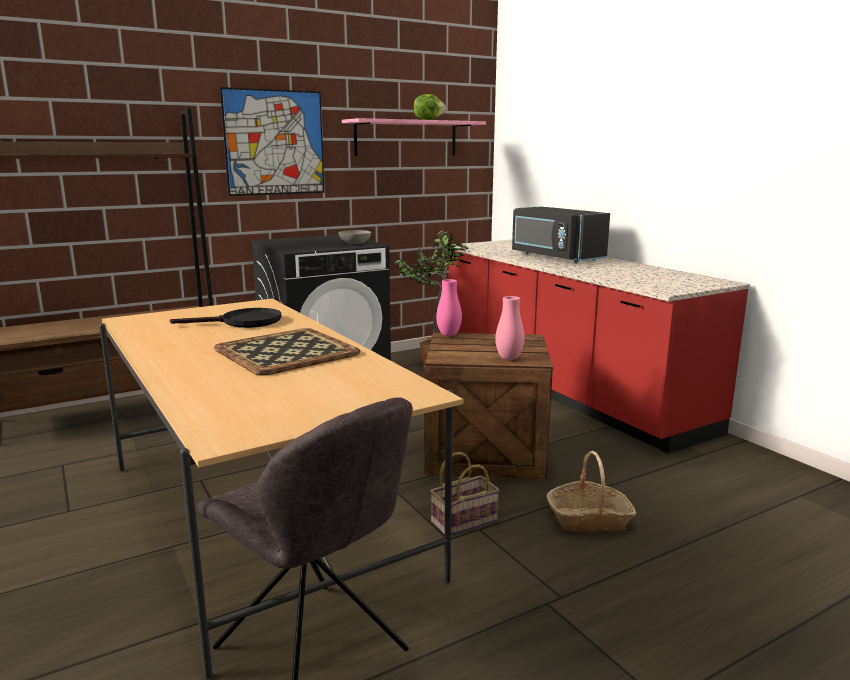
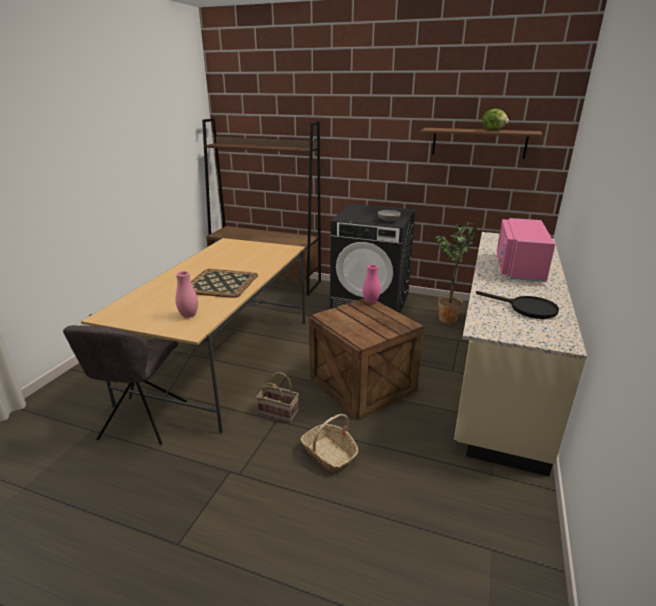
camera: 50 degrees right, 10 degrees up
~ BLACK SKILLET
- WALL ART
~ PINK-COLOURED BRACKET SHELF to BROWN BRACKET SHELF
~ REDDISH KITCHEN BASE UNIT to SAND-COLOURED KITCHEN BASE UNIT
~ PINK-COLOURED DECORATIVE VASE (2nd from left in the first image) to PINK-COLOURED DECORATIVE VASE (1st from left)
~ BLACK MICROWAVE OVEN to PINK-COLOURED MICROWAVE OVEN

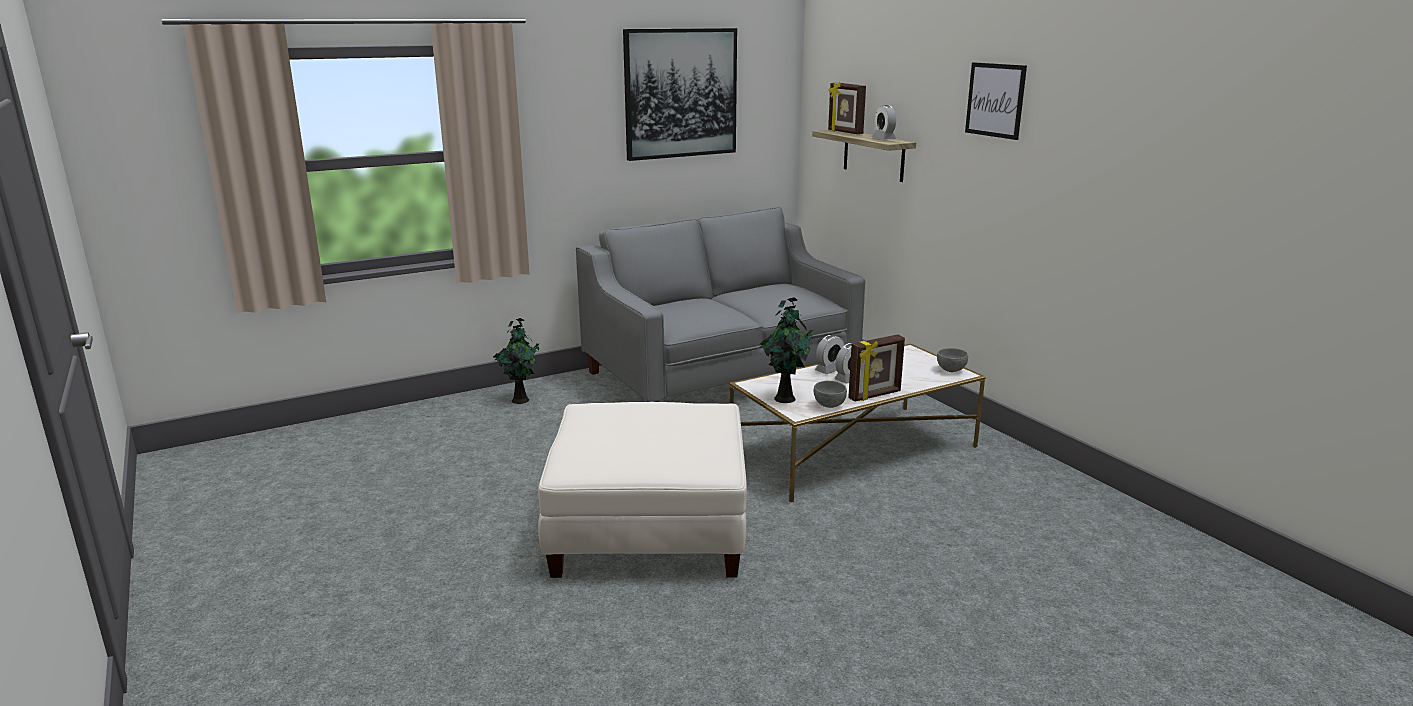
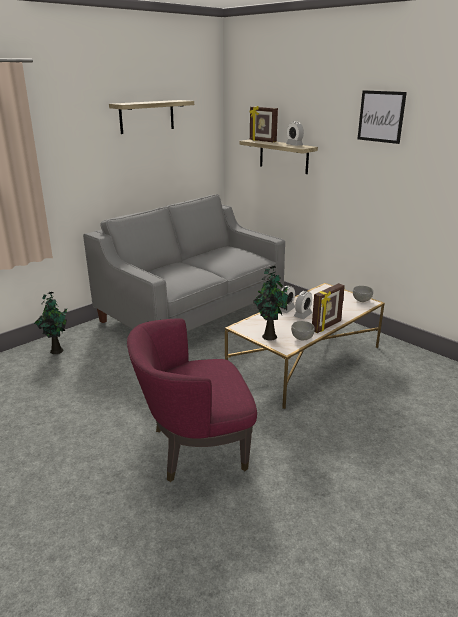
camera: 15 degrees left, 5 degrees up
~ WHITISH POUFFE to PURPLE EASY CHAIR
~ WALL ART (1st from left) to BRACKET SHELF (1st from left)

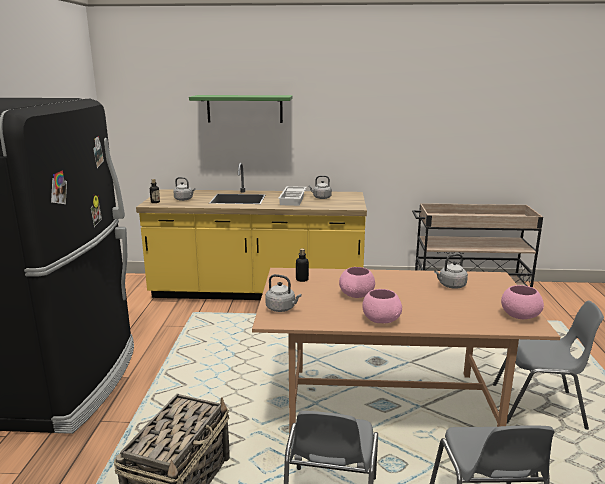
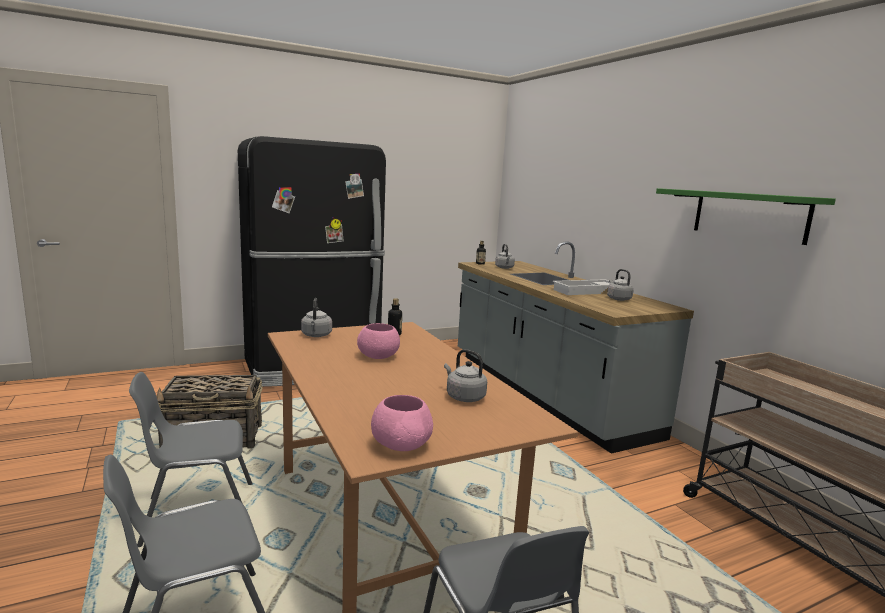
camera: 60 degrees right, 5 degrees down
~ YELLOW-COLOURED KITCHEN BASE UNIT to GREYISH KITCHEN BASE UNIT
~ GREEN BRACKET SHELF
- PINK-COLOURED SERVING BOWL (2nd from left)

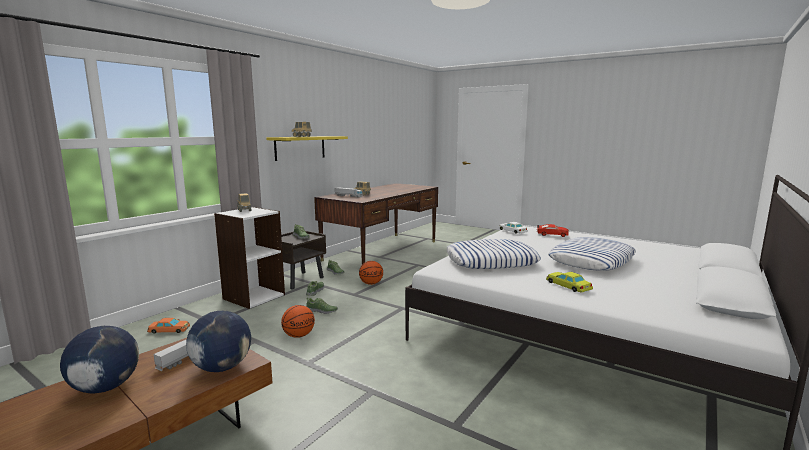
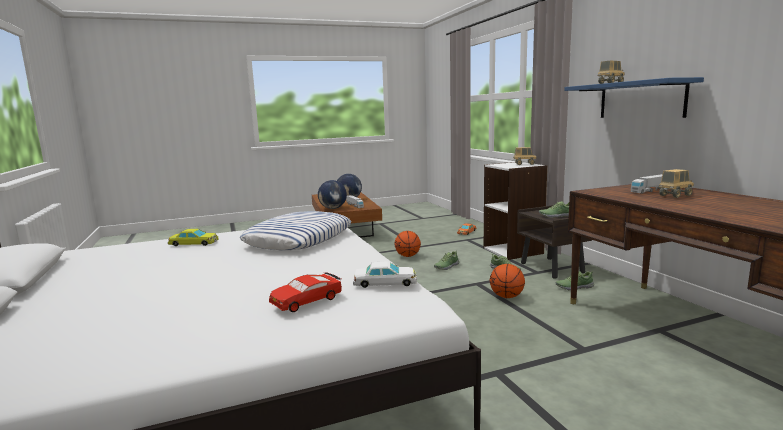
camera: 125 degrees right, 0 degrees up
~ YELLOW-COLOURED BRACKET SHELF to BLUE-COLOURED BRACKET SHELF
- CUSHION (2nd from left)

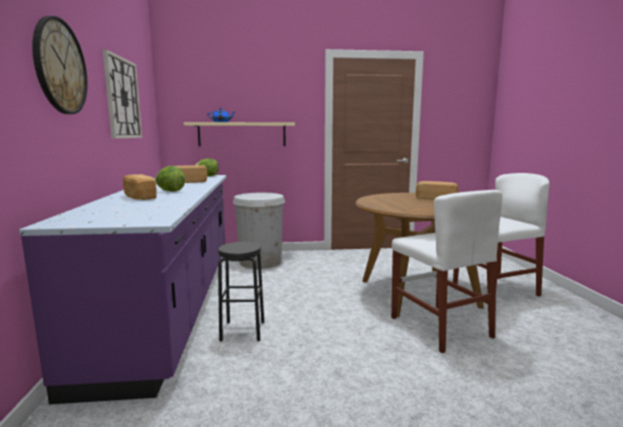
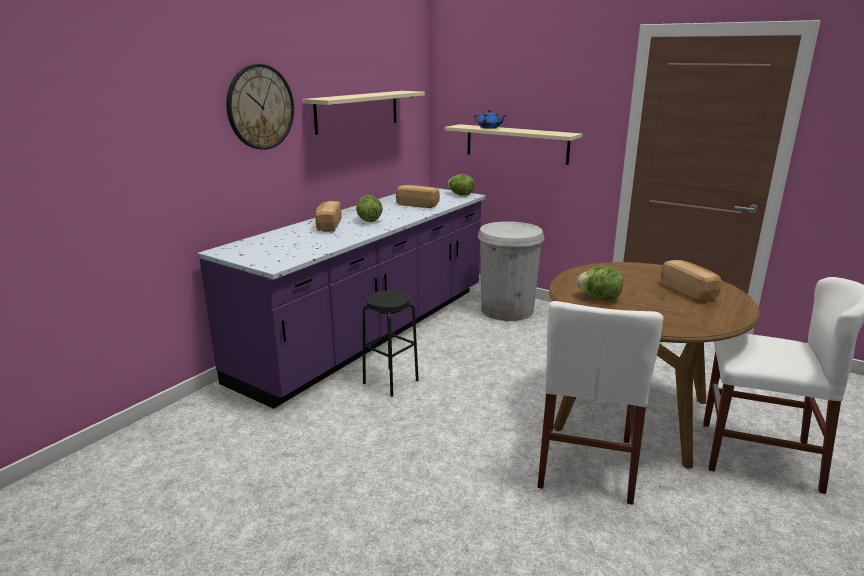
camera: 40 degrees right, 10 degrees up
~ CLOCK ON THE WALL (2nd from left) to SAND-COLOURED BRACKET SHELF (1st from left)
+ LETTUCE HEAD (3rd from left)

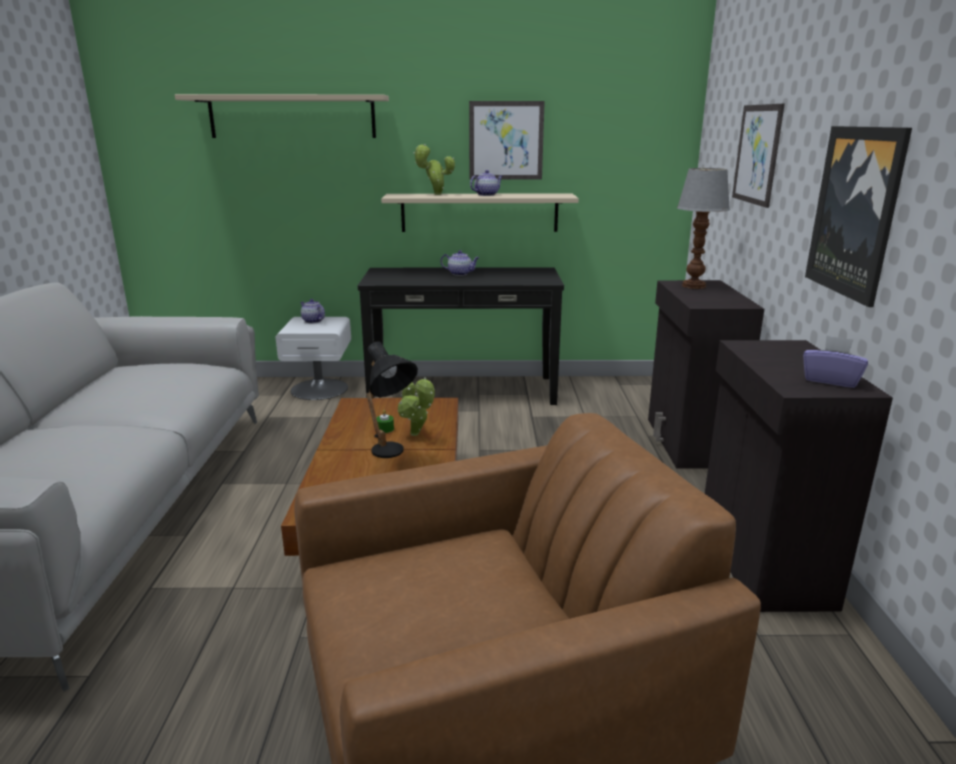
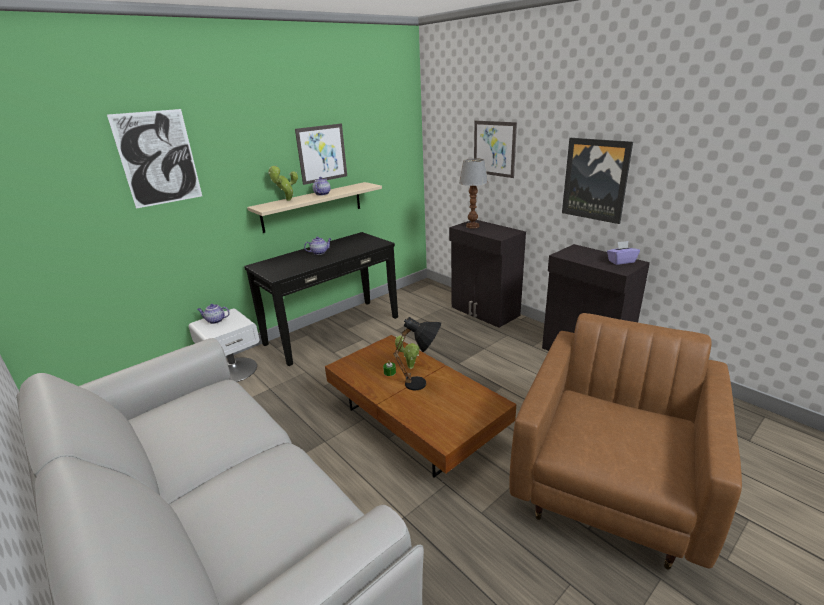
camera: 40 degrees left, 5 degrees up
~ SAND-COLOURED BRACKET SHELF (1st from left) to WALL ART (1st from left)

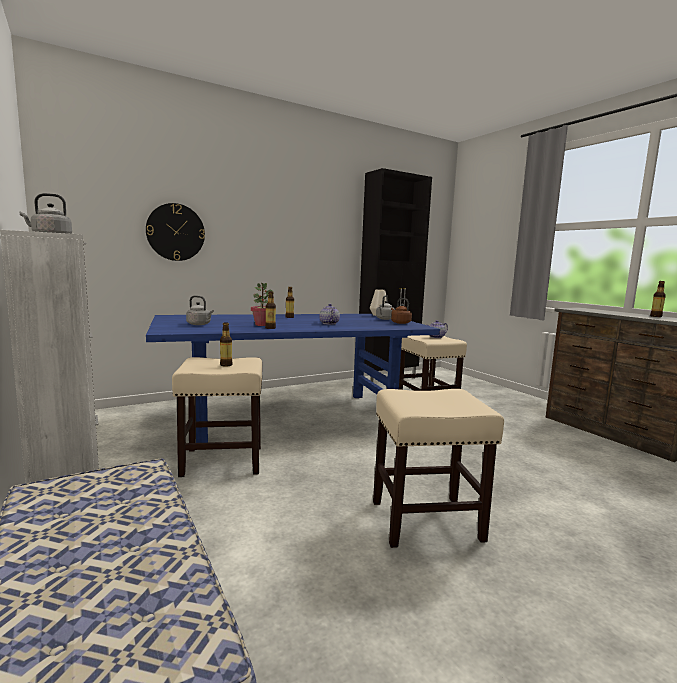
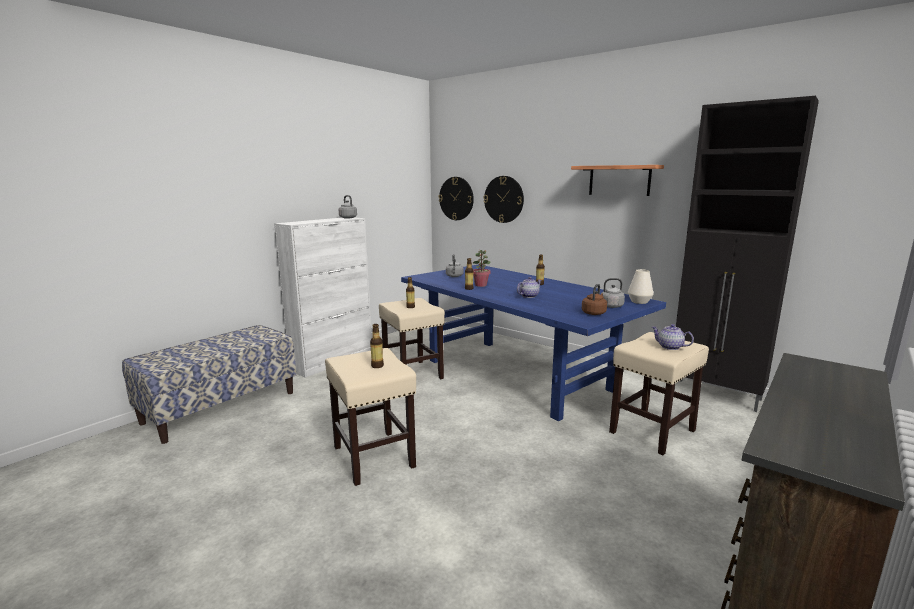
camera: 70 degrees right, 5 degrees up
~ BOTTLE (4th from left in the first image) to BOTTLE (1st from left)
+ CLOCK ON THE WALL (1st from left)
+ BRACKET SHELF

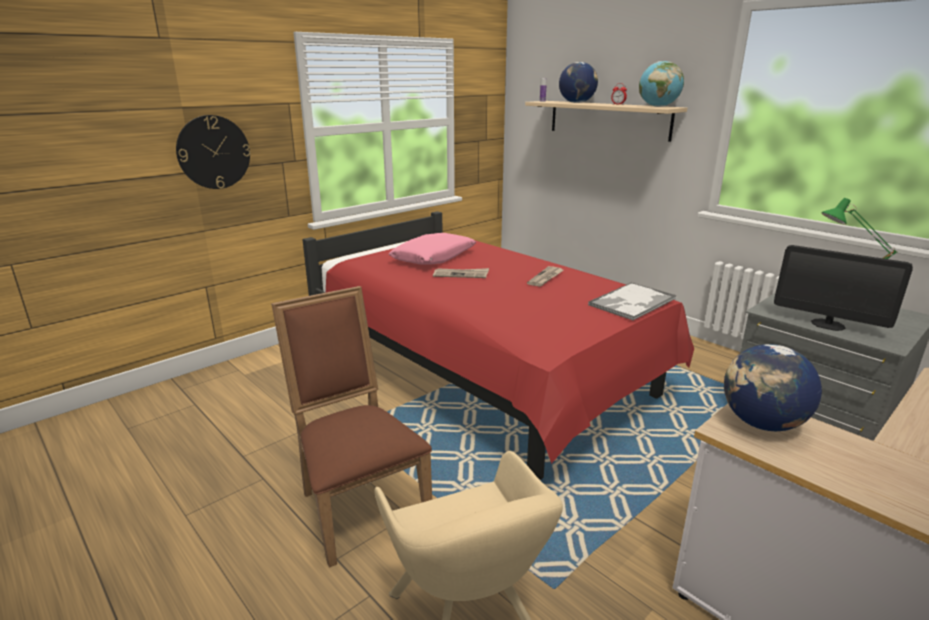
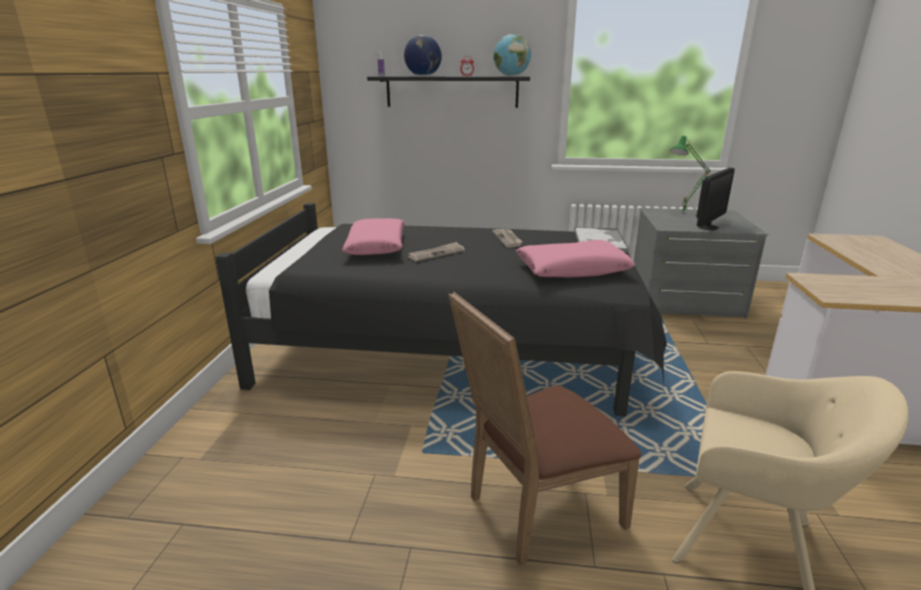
camera: 40 degrees left, 0 degrees up
- CLOCK ON THE WALL
~ BROWN CHAIR 45 degrees counterclockwise
~ REDDISH BED to BLACK BED
~ SAND-COLOURED BRACKET SHELF to BLACK BRACKET SHELF
- GLOBE (3rd from left)
~ COMPUTER DISPLAY 45 degrees counterclockwise
+ PINK-COLOURED CUSHION (2nd from left)

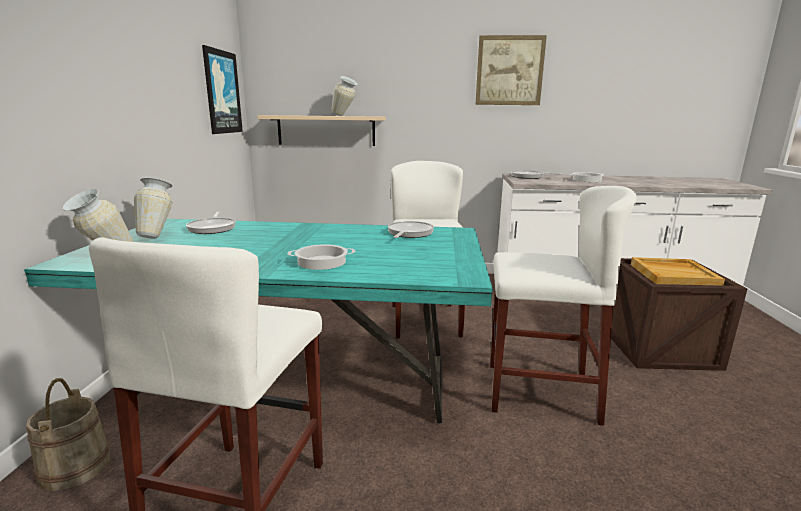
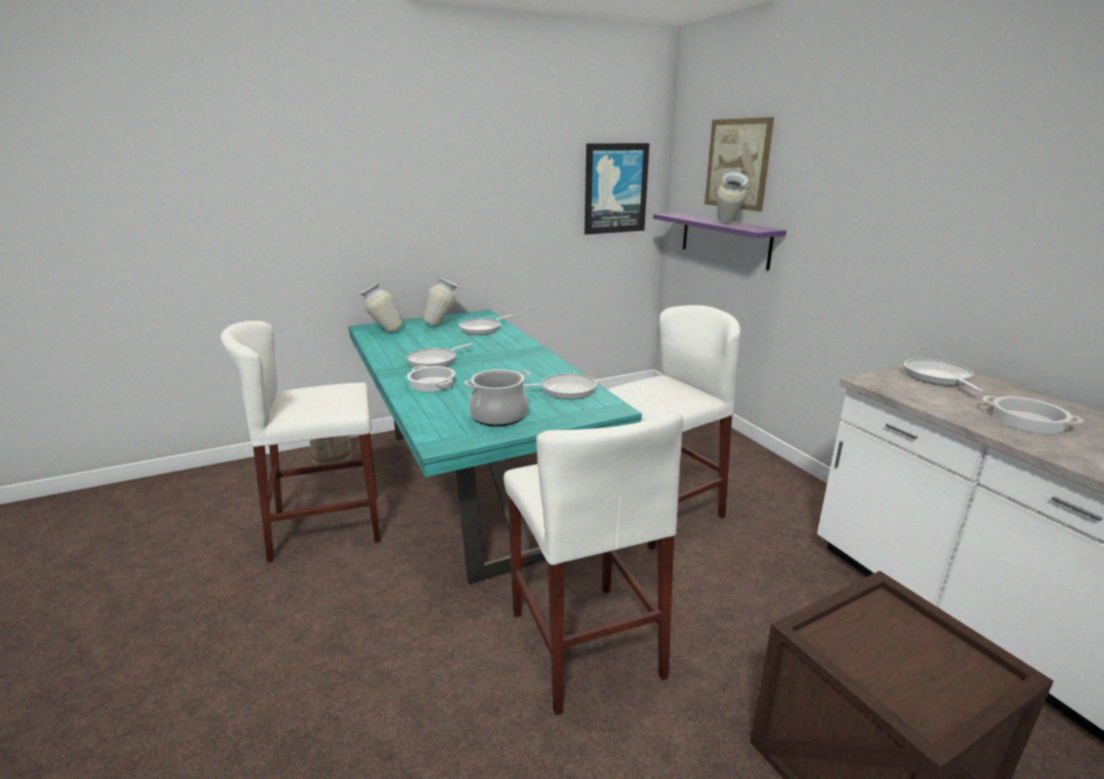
camera: 60 degrees right, 5 degrees up
~ SAND-COLOURED BRACKET SHELF to PURPLE BRACKET SHELF
~ WALL ART (2nd from left)
- SAND-COLOURED SERVING TRAY
+ SKILLET (1st from left)
+ COOKING POT (2nd from left)

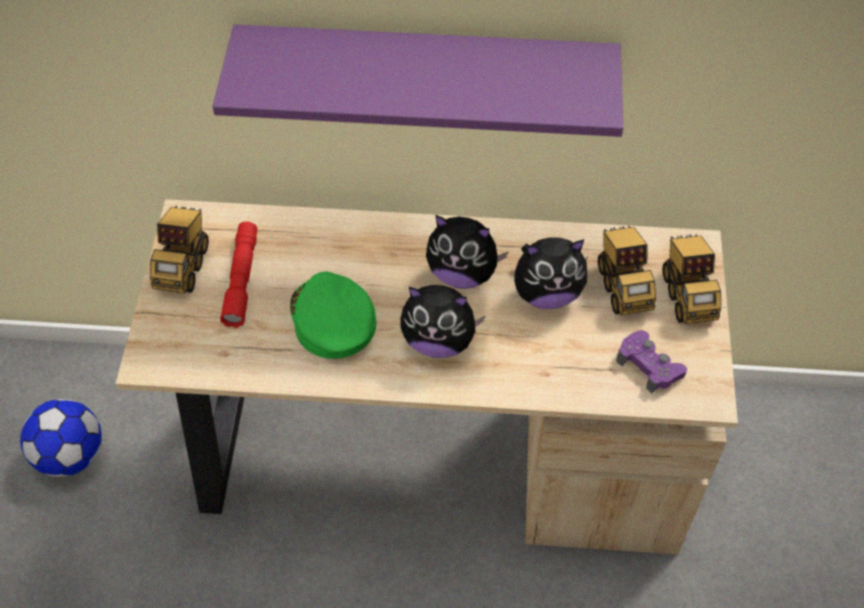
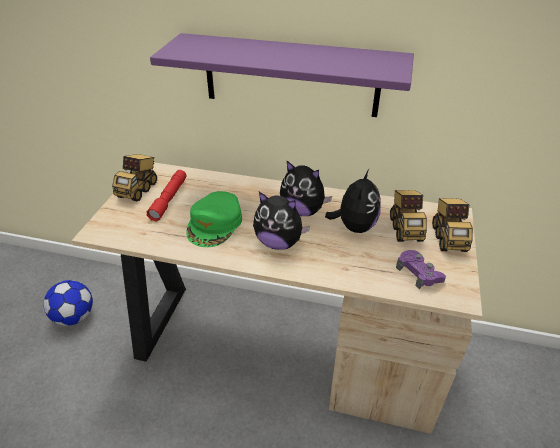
camera: 10 degrees right, 15 degrees down
~ GREEN PEAKED CAP 150 degrees counterclockwise
~ CUDDLY TOY (3rd from left) 75 degrees counterclockwise

